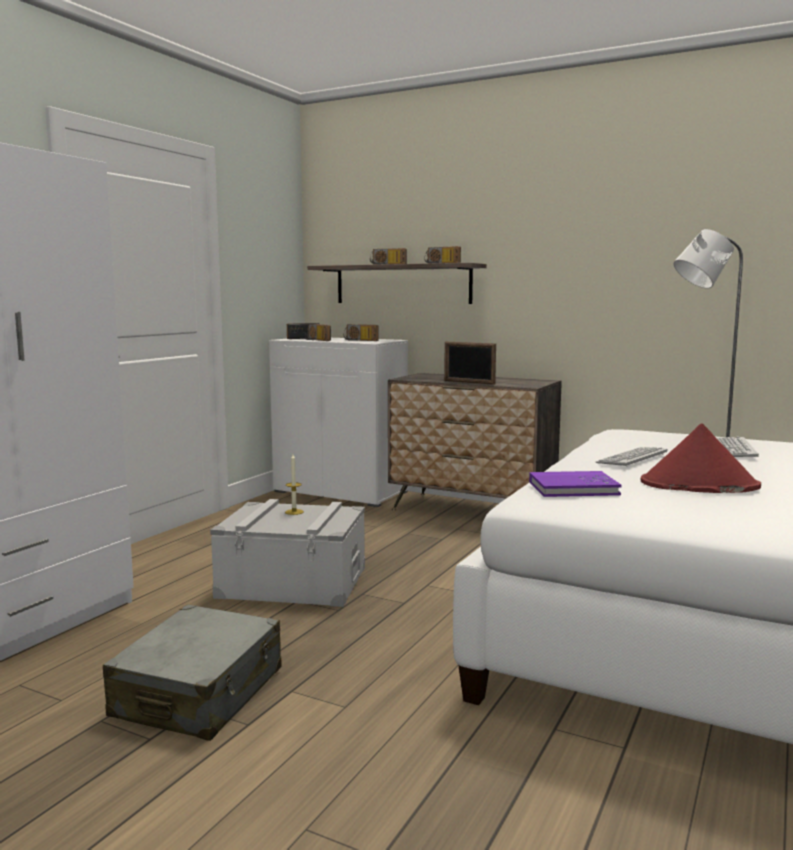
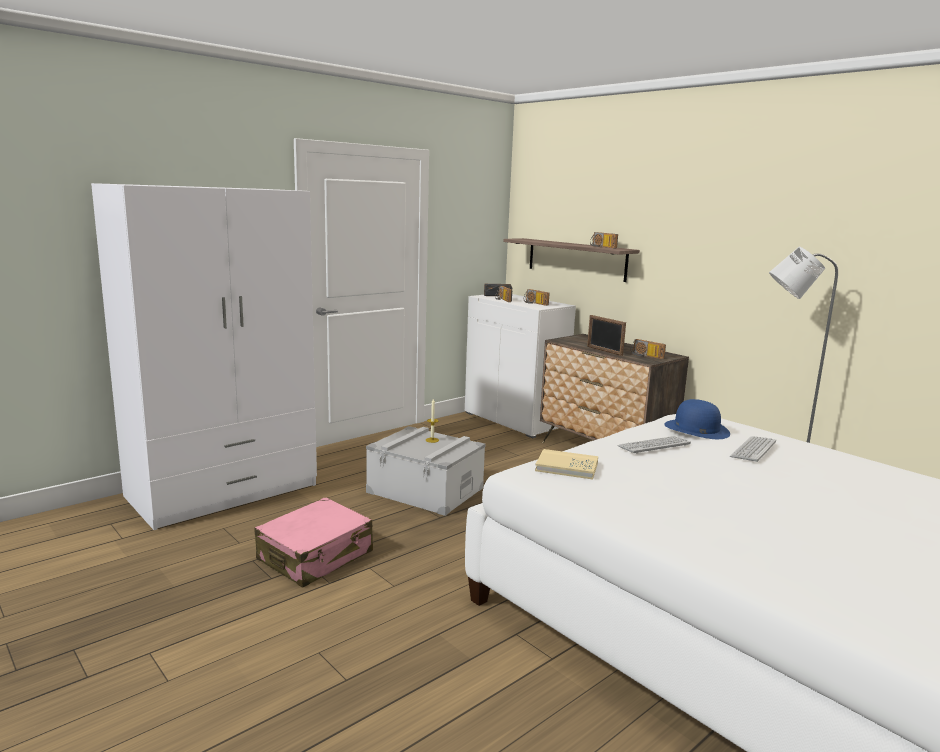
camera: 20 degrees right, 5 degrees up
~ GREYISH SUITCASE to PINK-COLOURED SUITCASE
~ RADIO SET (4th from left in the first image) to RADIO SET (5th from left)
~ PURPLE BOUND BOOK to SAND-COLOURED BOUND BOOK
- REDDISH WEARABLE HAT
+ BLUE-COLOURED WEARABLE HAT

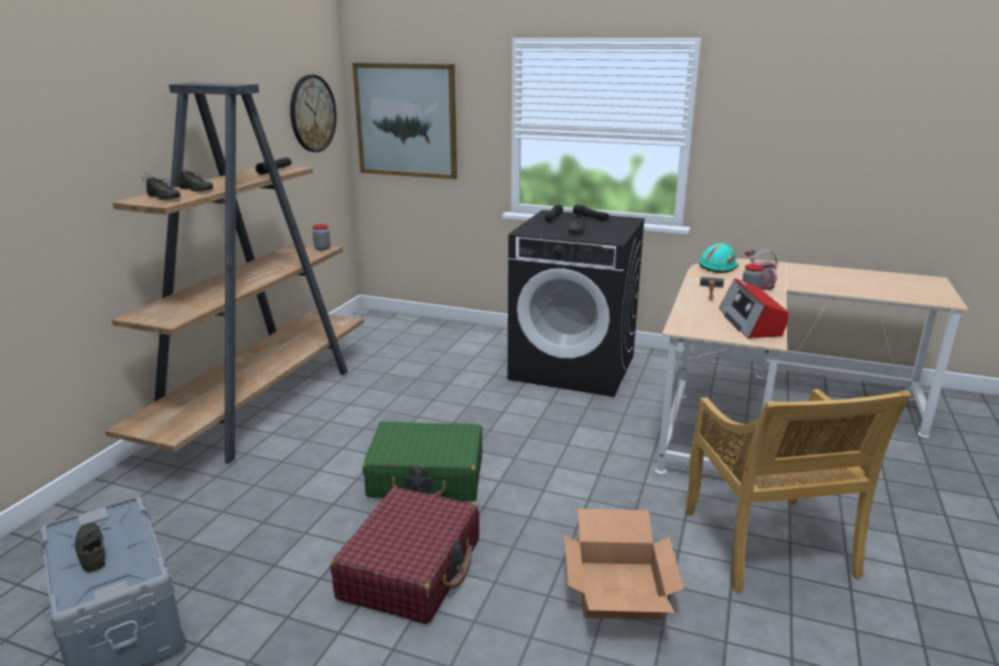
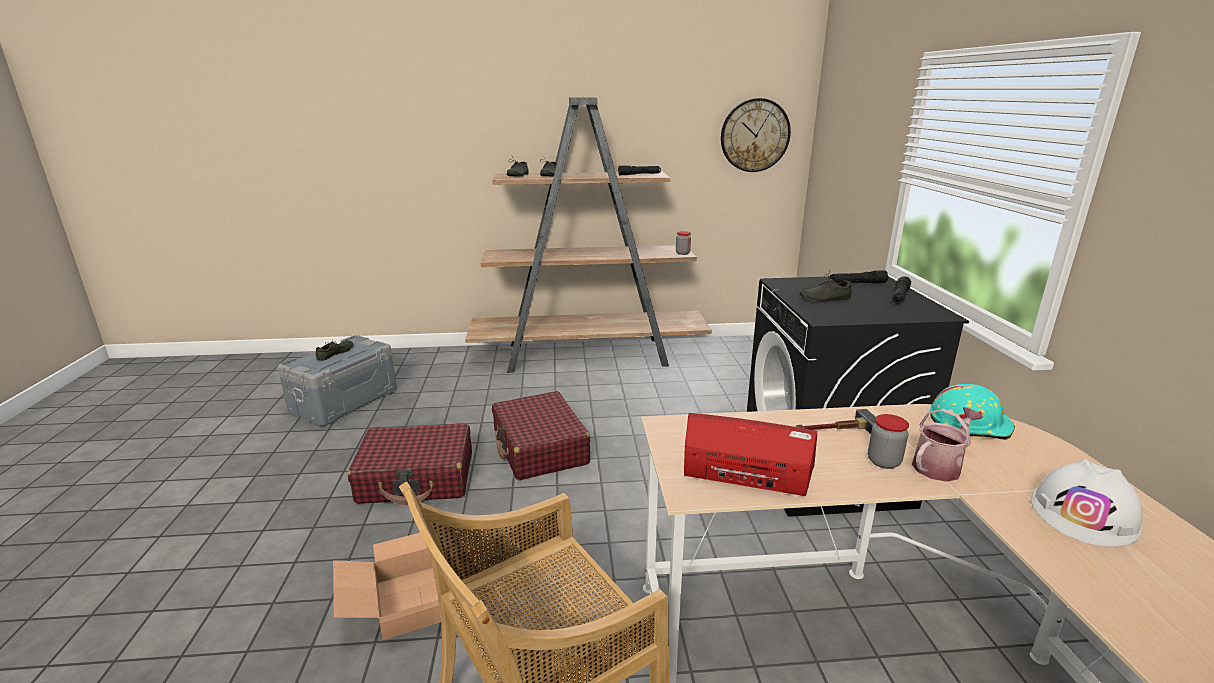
camera: 65 degrees right, 0 degrees up
- WALL ART
~ GREEN SUITCASE to REDDISH SUITCASE (2nd from left)
~ RADIO SET 45 degrees clockwise
+ WHITISH WORK HELMET

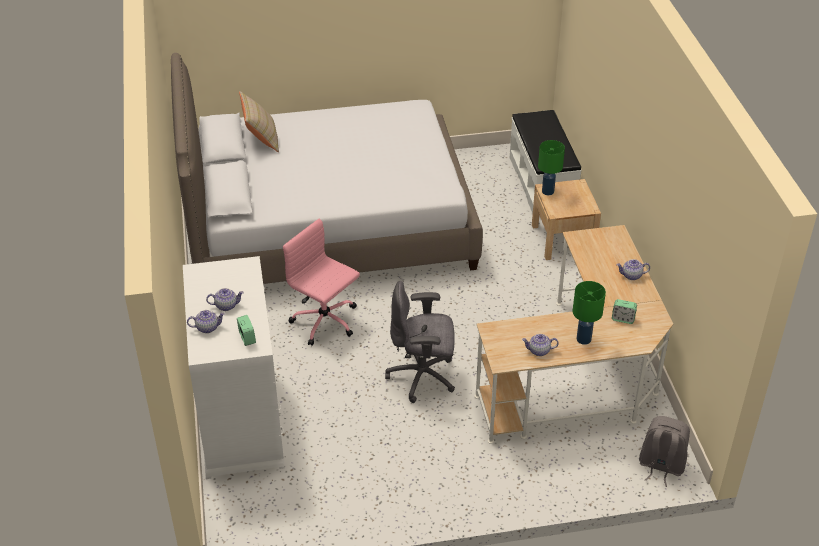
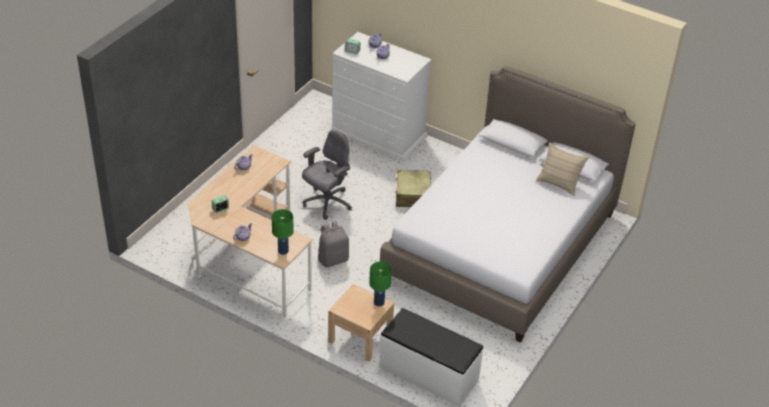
camera: 130 degrees right, 0 degrees up
~ PINK-COLOURED OFFICE CHAIR to SAND-COLOURED SUITCASE
~ GREEN TABLETOP LAMP (2nd from left in the first image) to GREEN TABLETOP LAMP (1st from left)
~ GREYISH BACKPACK

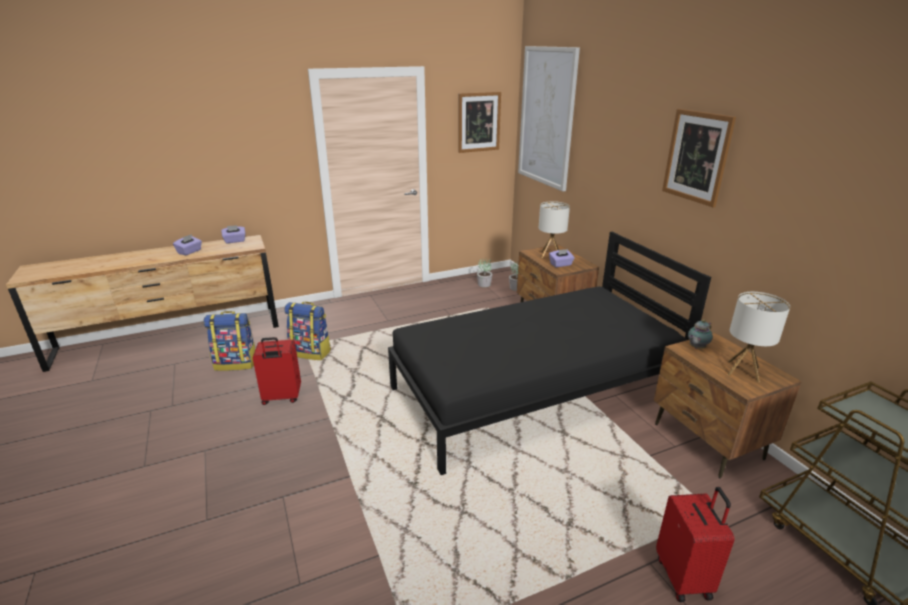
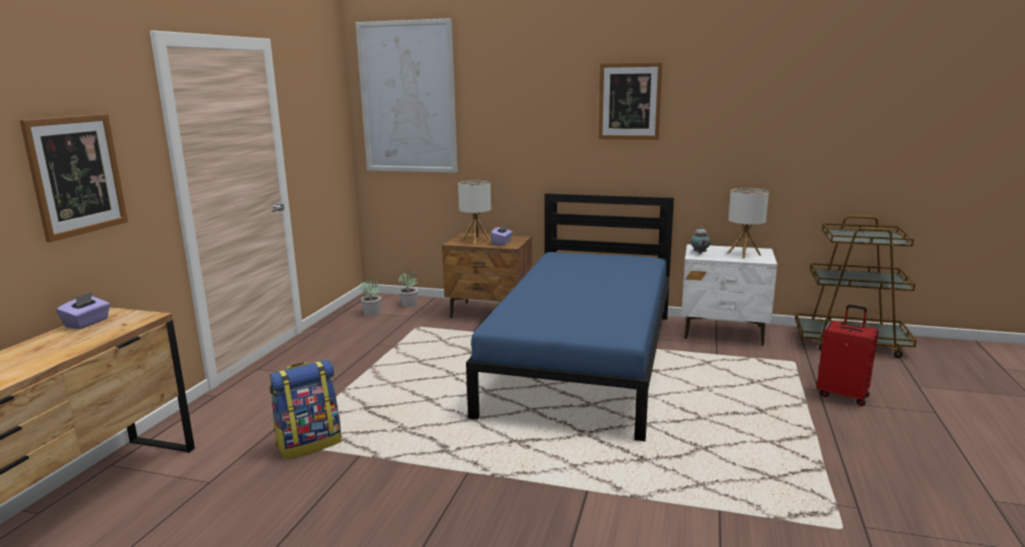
camera: 50 degrees left, 10 degrees down
- PURPLE TISSUE BOX (1st from left)
- BACKPACK (1st from left)
- REDDISH SUITCASE (1st from left)
~ BLACK BED to BLUE-COLOURED BED
~ WALL ART (1st from left)
~ BROWN NIGHTSTAND (2nd from left) to WHITISH NIGHTSTAND

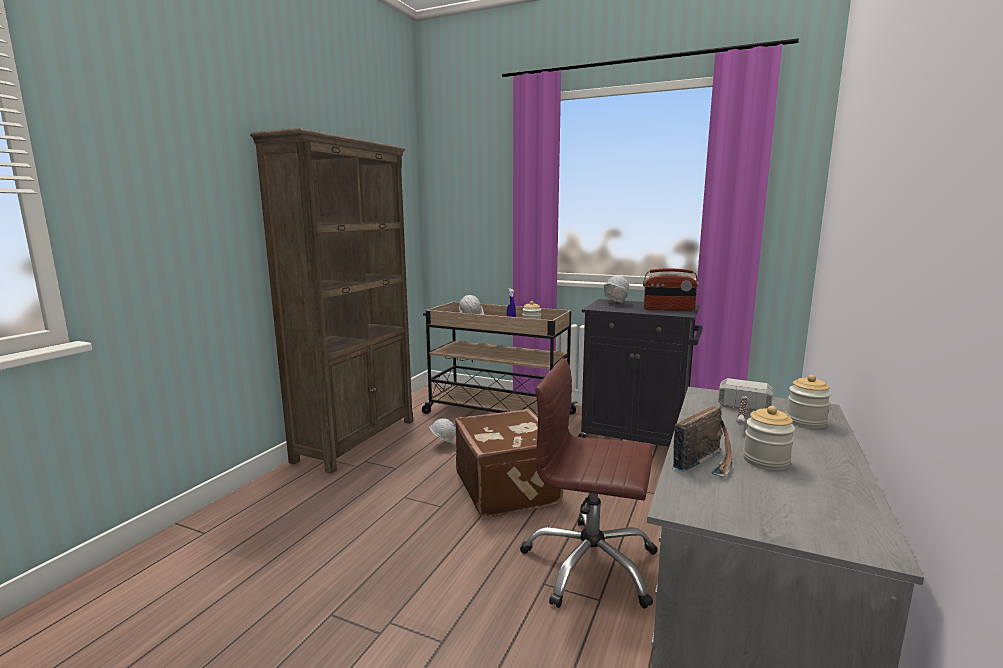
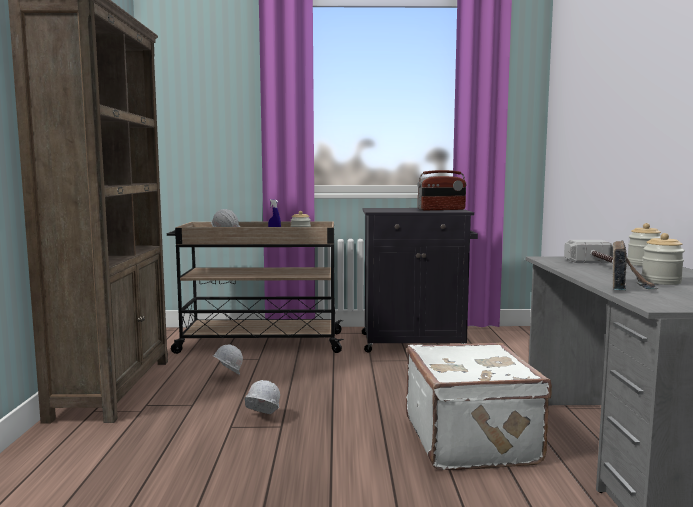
camera: 25 degrees left, 5 degrees down
- BROWN SUITCASE
~ BROWN OFFICE CHAIR to WHITISH SUITCASE
~ WHITISH WORK HELMET (3rd from left)

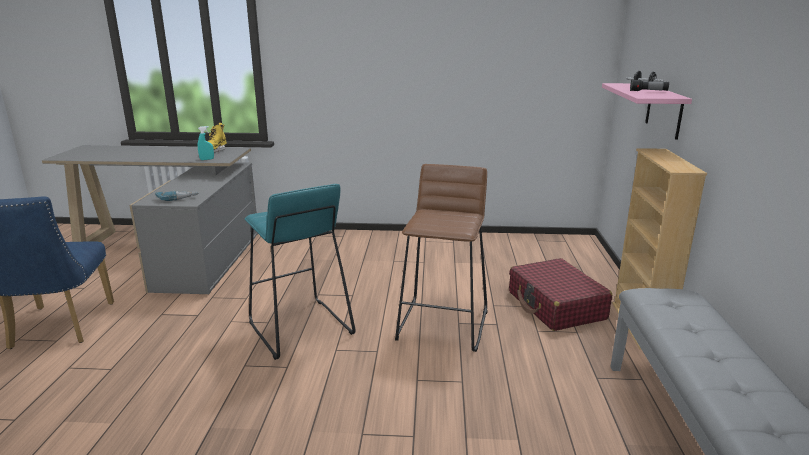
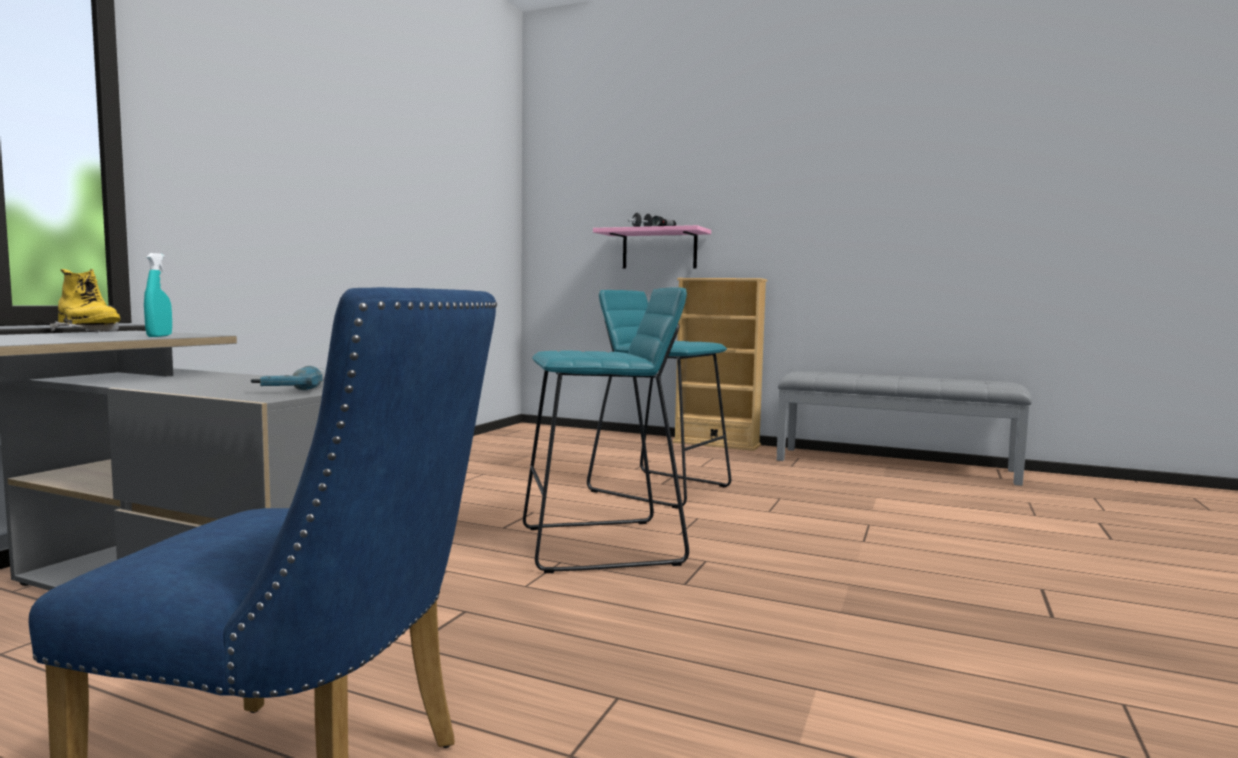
camera: 70 degrees left, 15 degrees down
~ BROWN STOOL to TURQUOISE-COLOURED STOOL (2nd from left)
- REDDISH SUITCASE

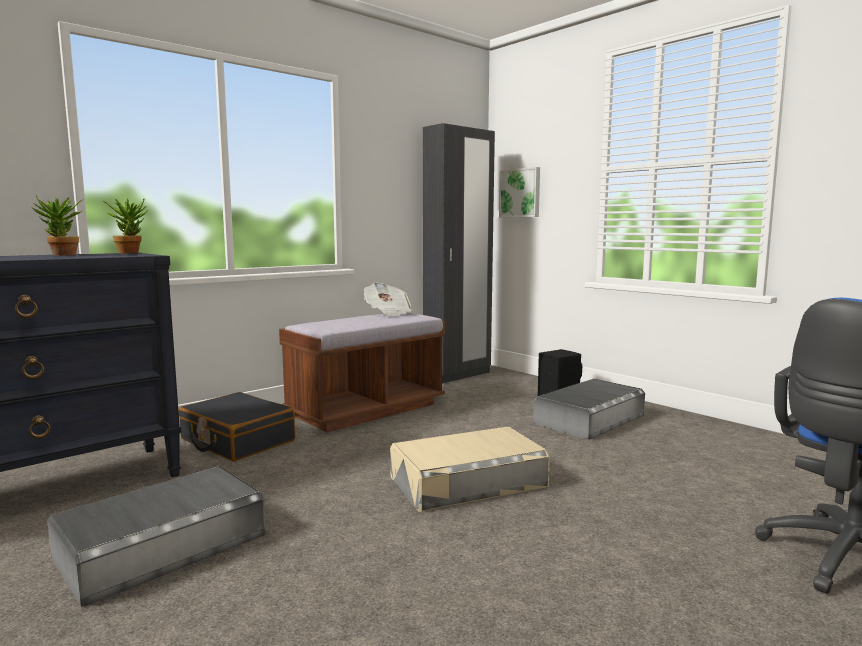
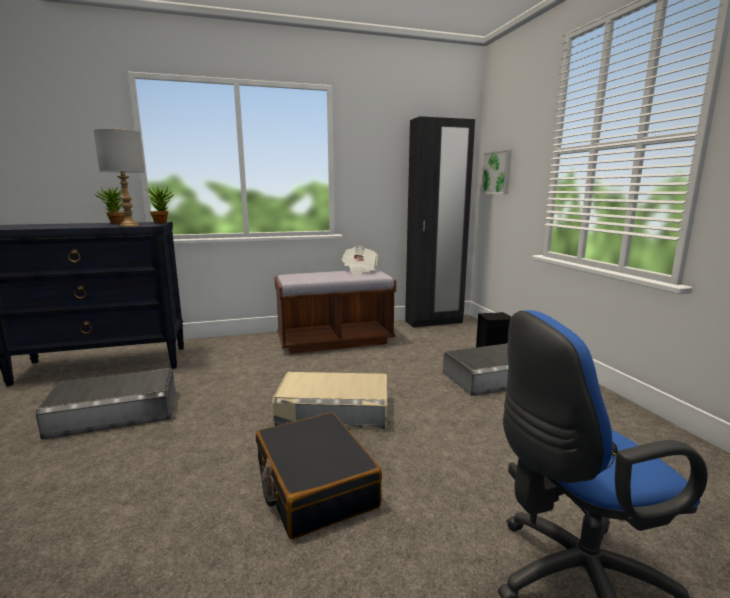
camera: 25 degrees right, 5 degrees up
~ BLACK SUITCASE
+ GREYISH TABLETOP LAMP

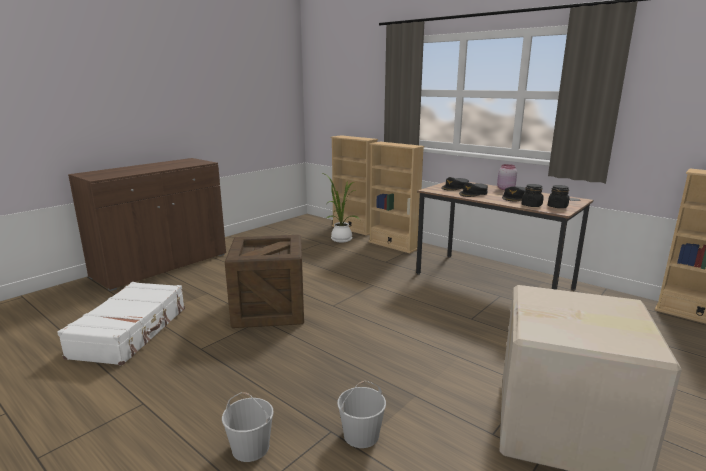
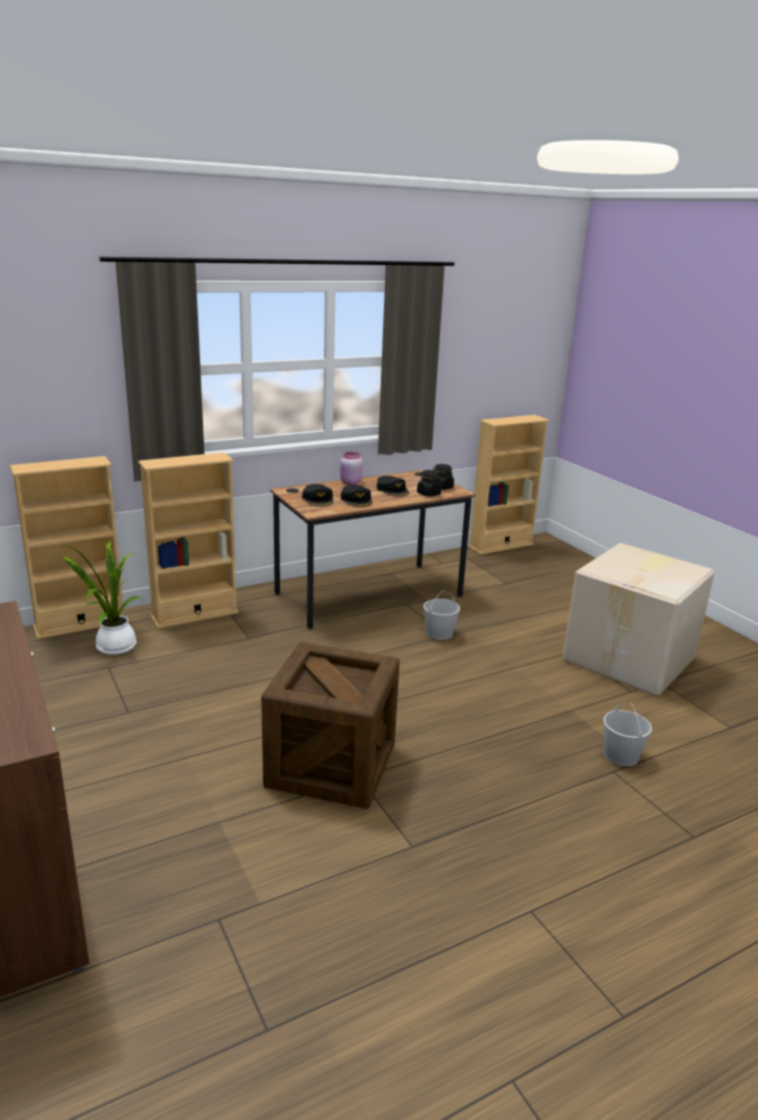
camera: 70 degrees left, 5 degrees up
- WHITISH SUITCASE
~ WHITISH WATER BUCKET (1st from left)

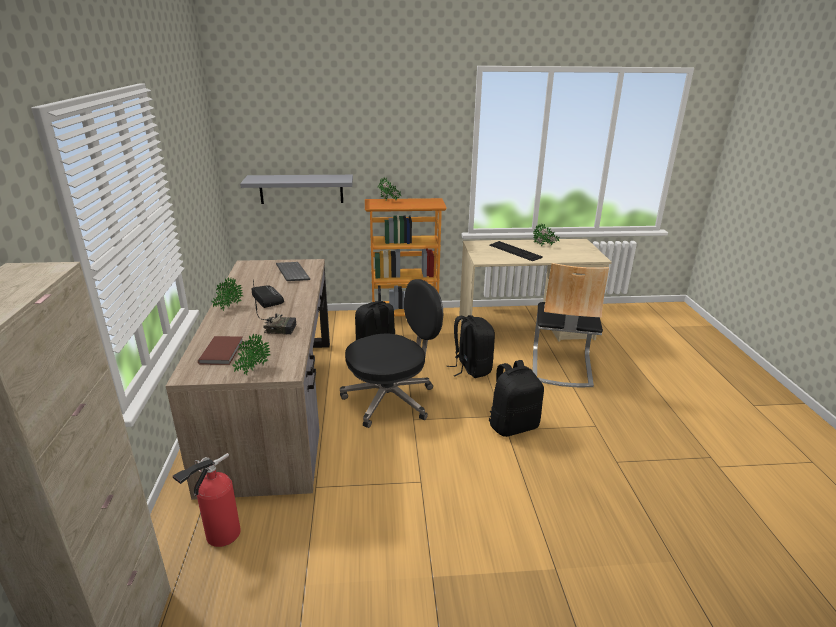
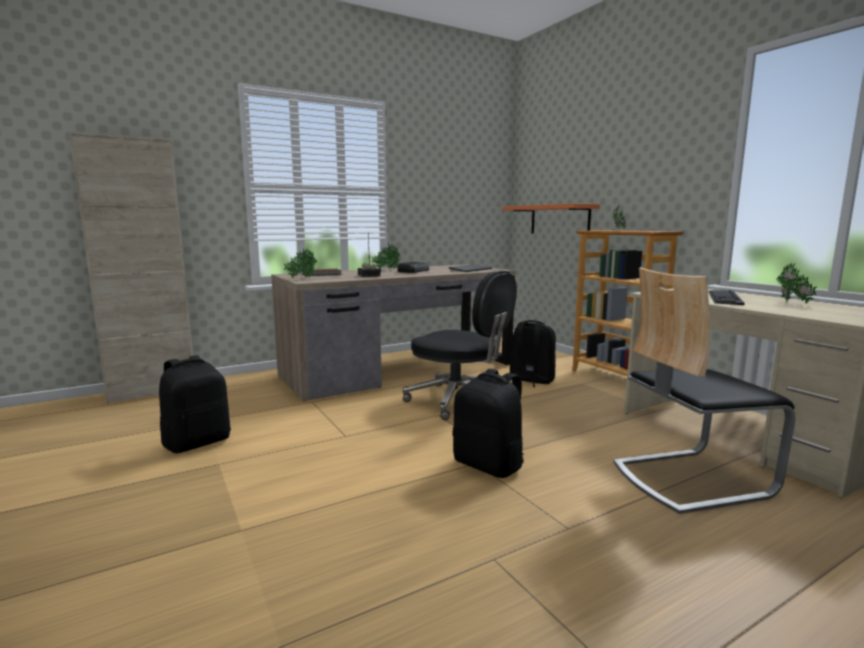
camera: 65 degrees right, 15 degrees down
- EXTINGUISHER
~ GREYISH BRACKET SHELF to ORANGE BRACKET SHELF
~ BLACK BACKPACK (2nd from left in the first image) to BLACK BACKPACK (1st from left)

